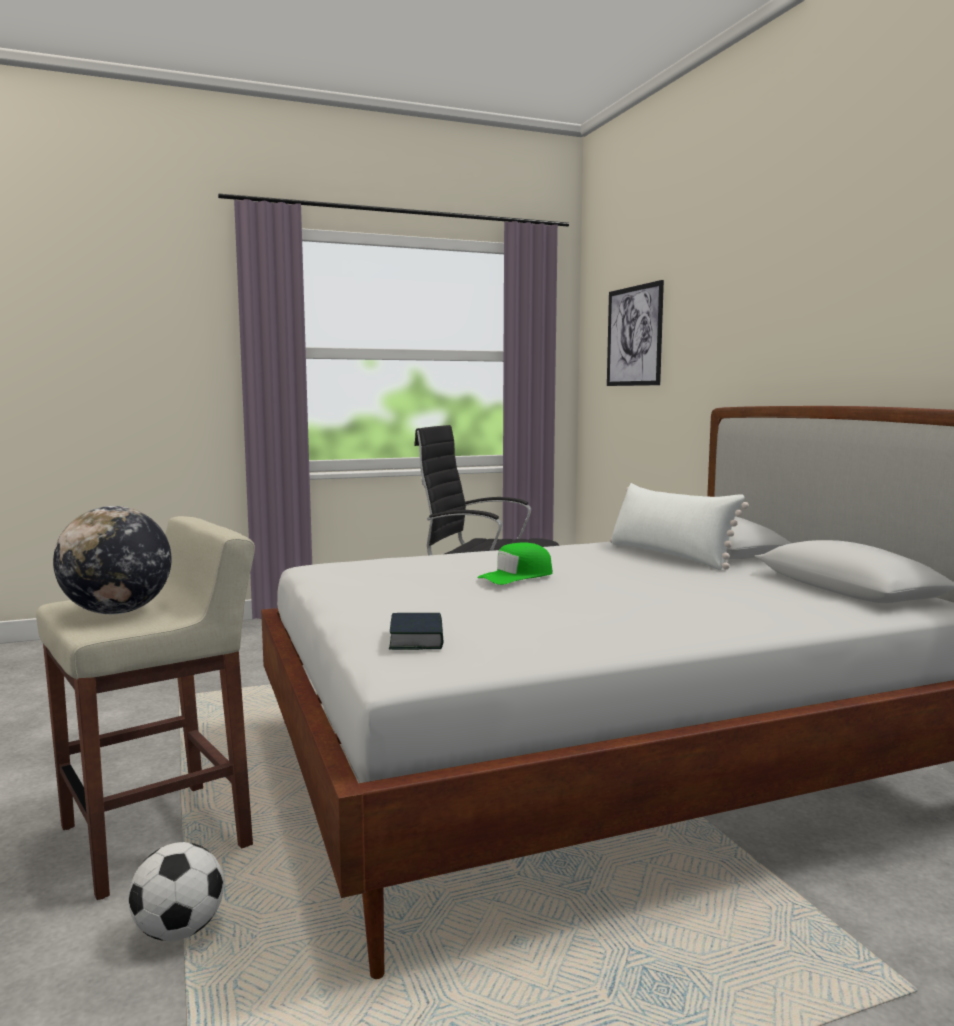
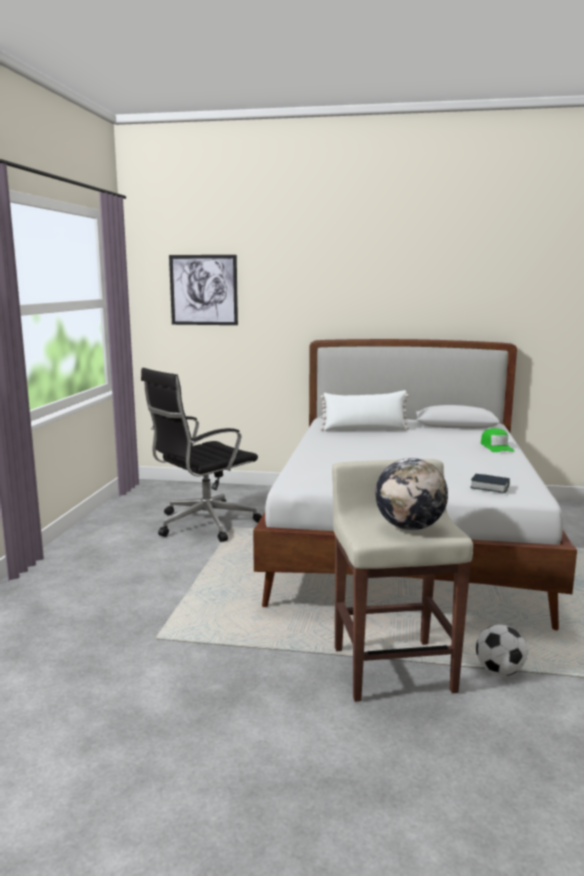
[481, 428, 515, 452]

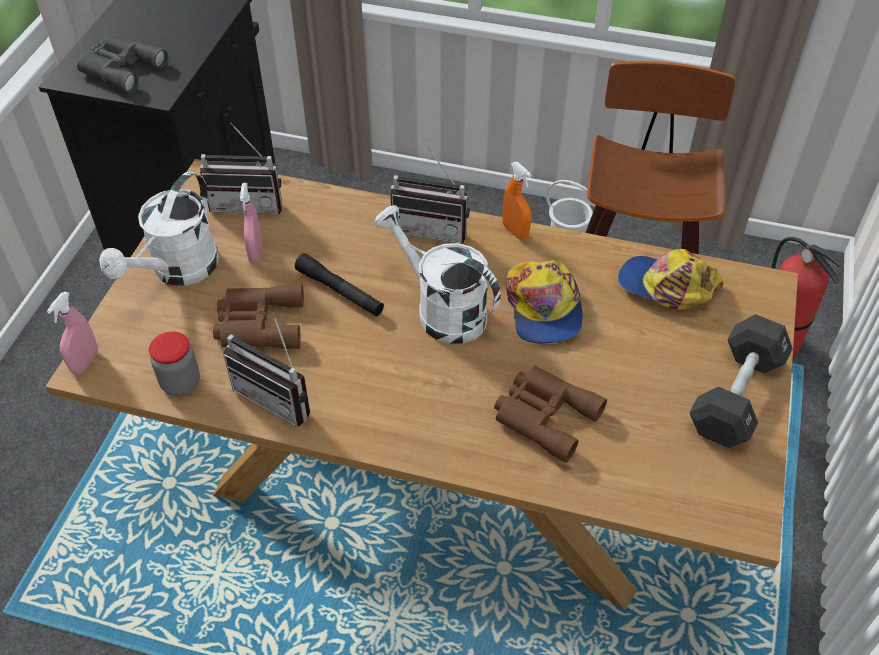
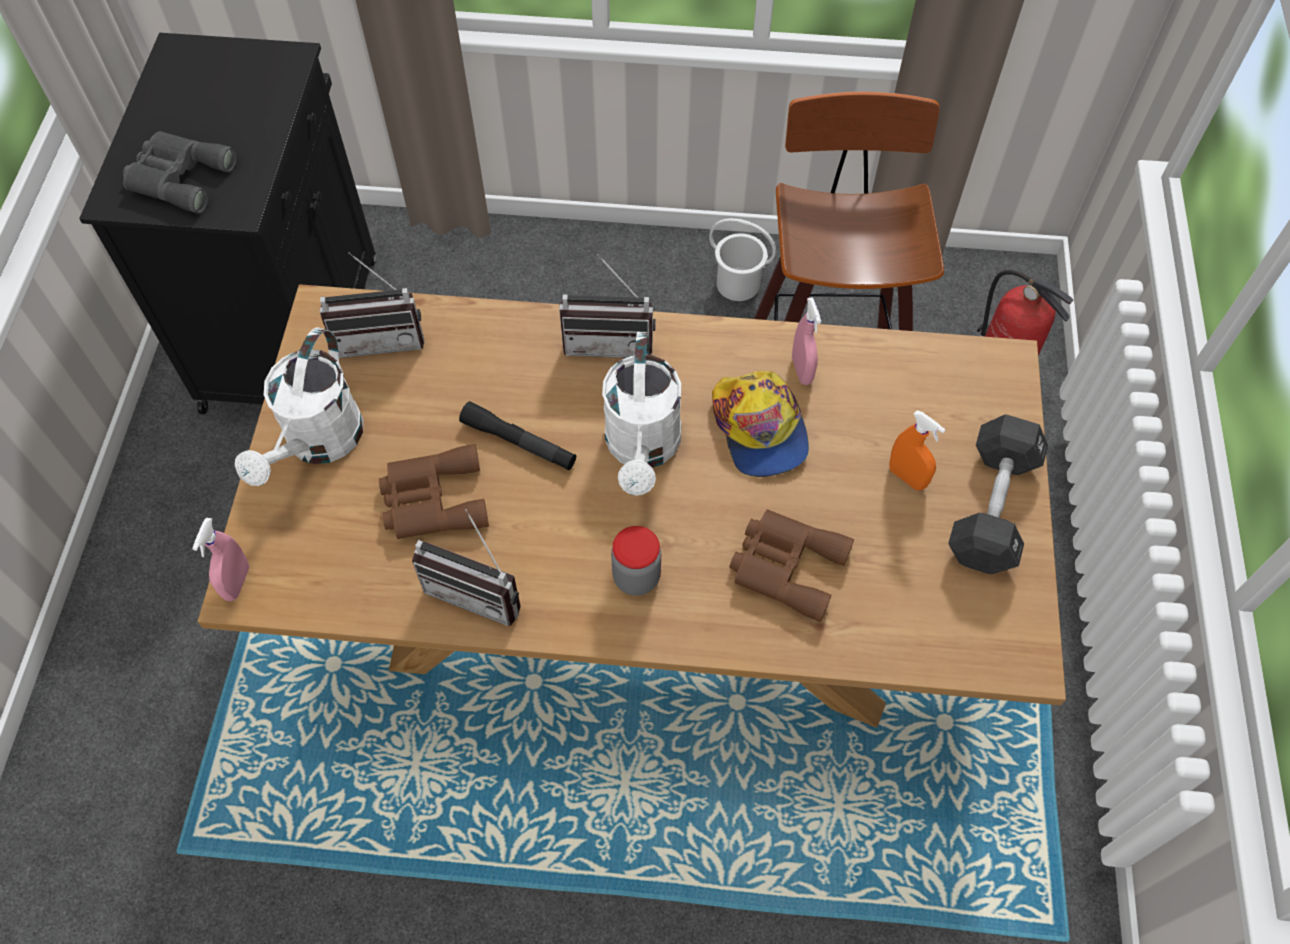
[611, 526, 661, 596]
[792, 297, 821, 385]
[602, 332, 681, 496]
[889, 410, 946, 490]
[618, 249, 724, 310] (first image)

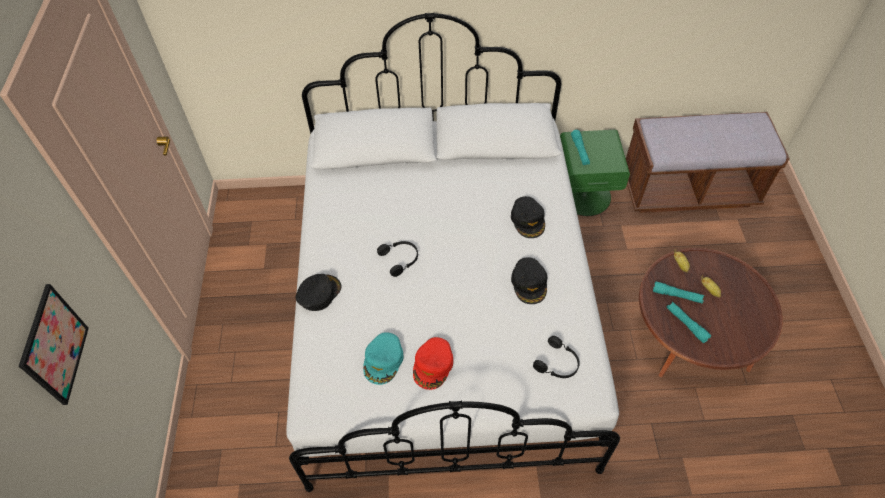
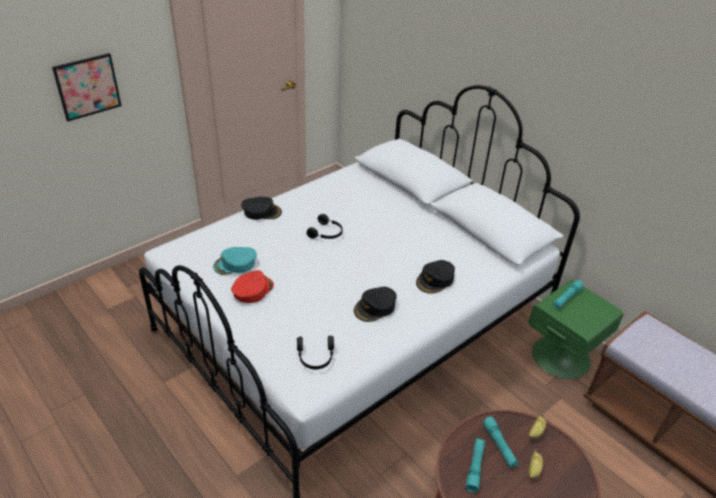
[231, 270, 274, 303]

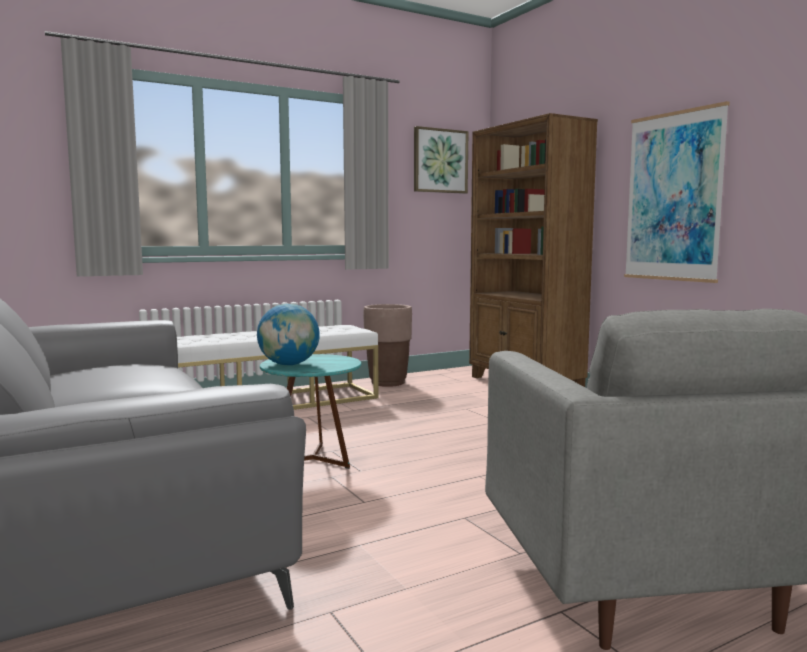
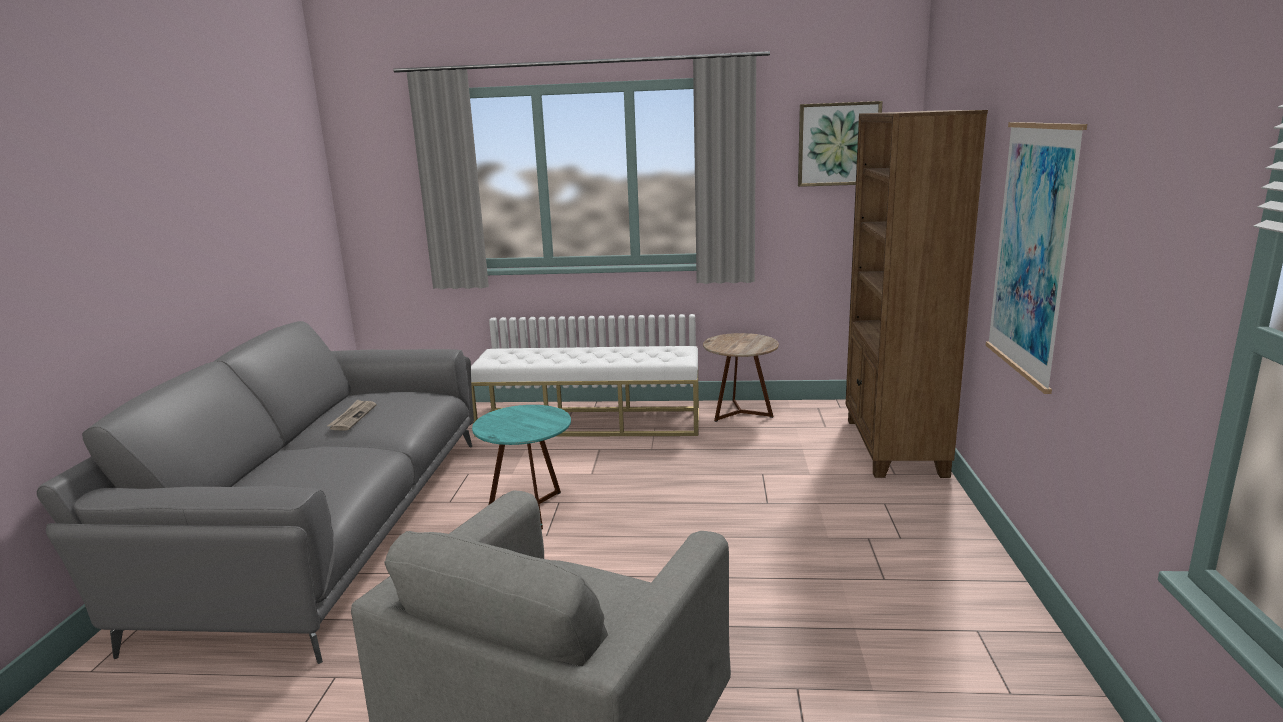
[257, 304, 320, 365] (first image)
[703, 333, 779, 422]
[328, 400, 376, 430]

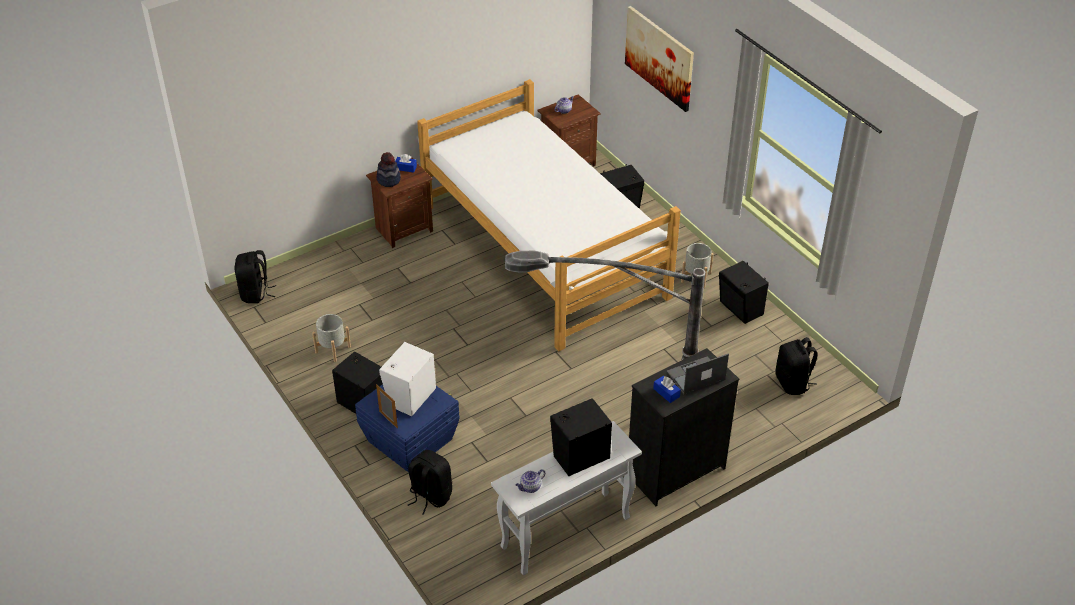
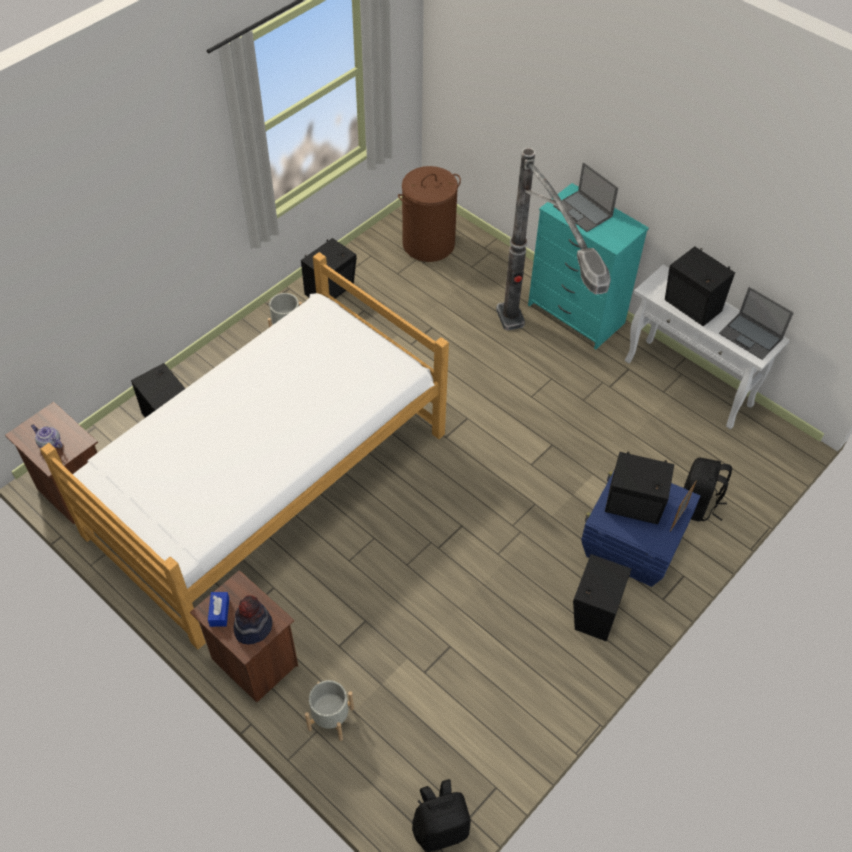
[305, 680, 354, 741]
[605, 451, 674, 525]
[719, 287, 794, 360]
[625, 6, 694, 112] (first image)
[528, 183, 649, 350]
[653, 376, 681, 403] (first image)
[398, 166, 461, 262]

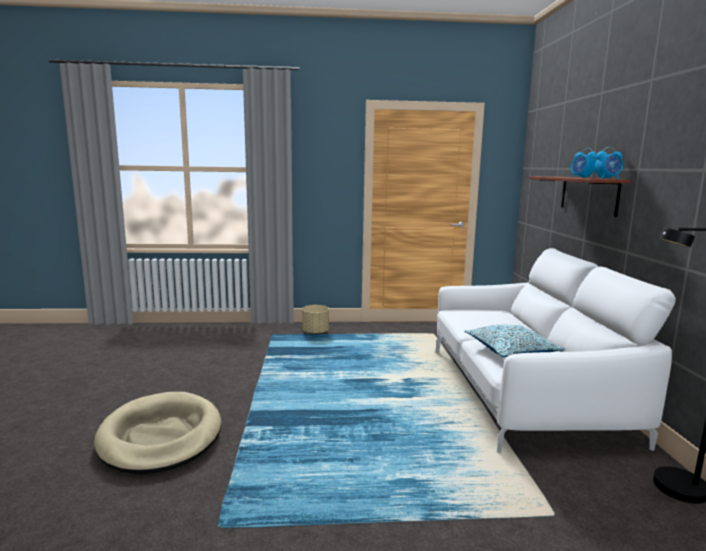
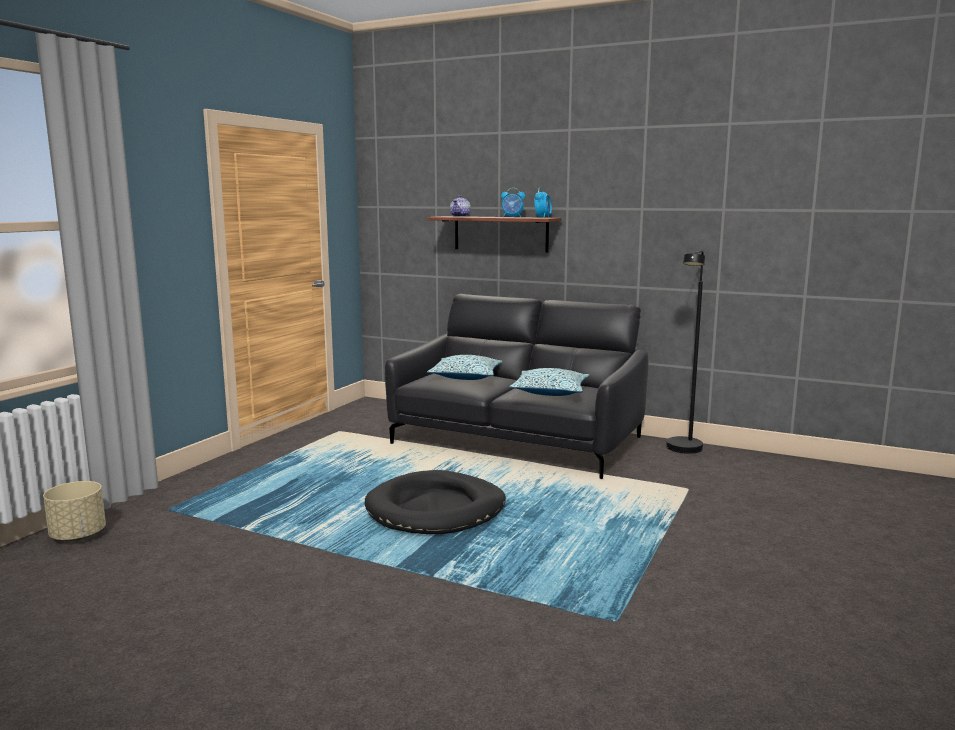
[94, 392, 221, 474] (first image)
[43, 481, 106, 541]
[385, 294, 649, 479]
[365, 470, 506, 534]
[427, 355, 502, 380]
[450, 195, 471, 217]

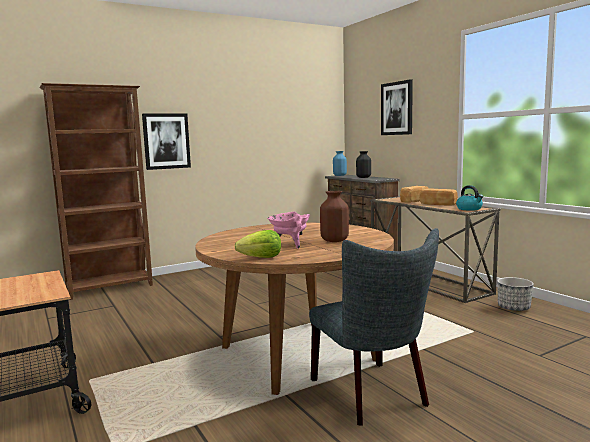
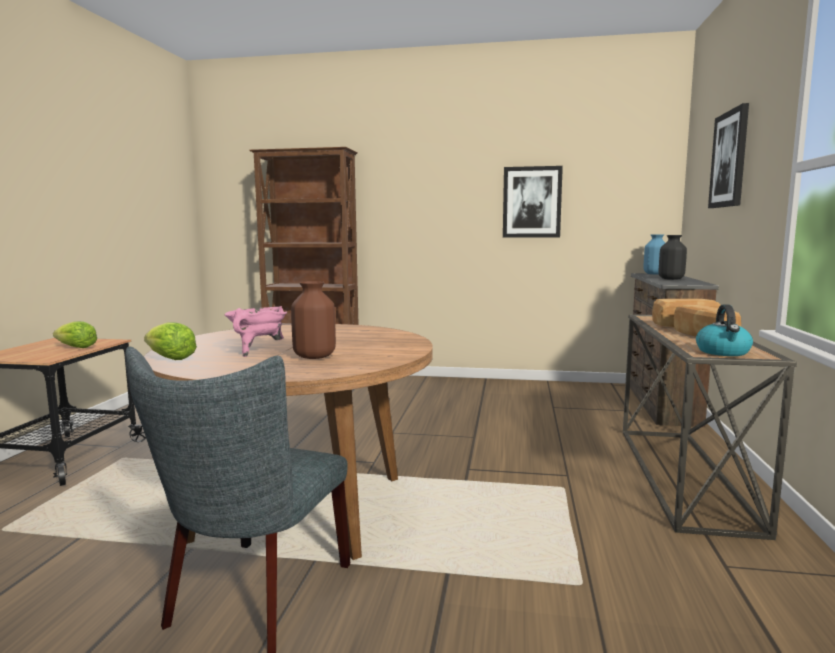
[503, 166, 563, 238]
[497, 277, 534, 312] (first image)
[53, 321, 97, 348]

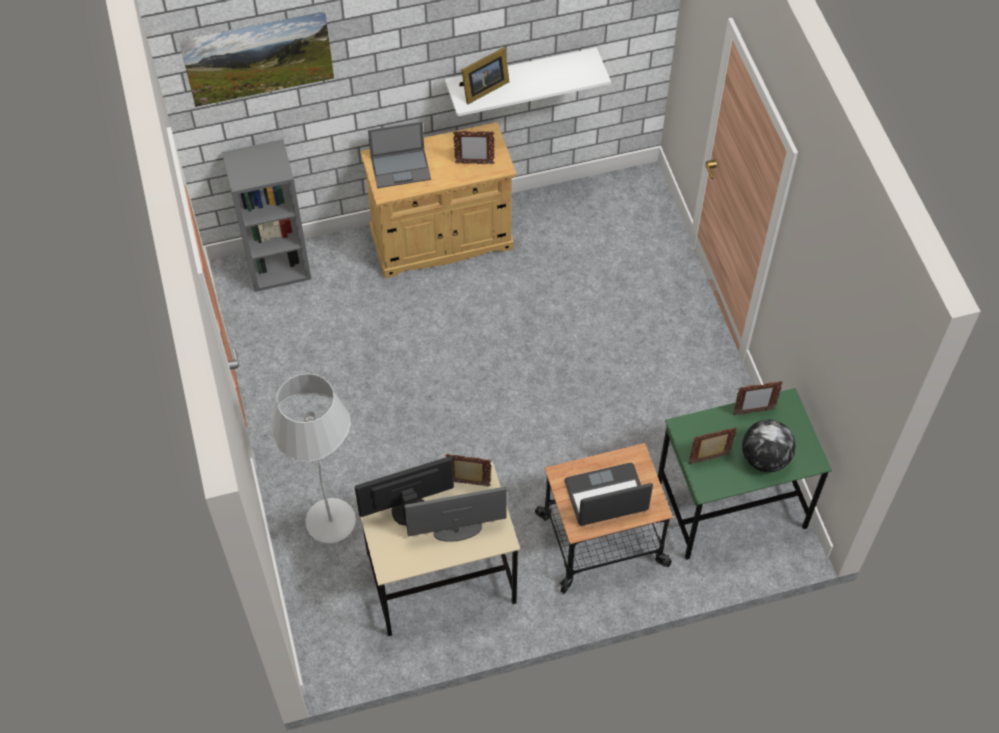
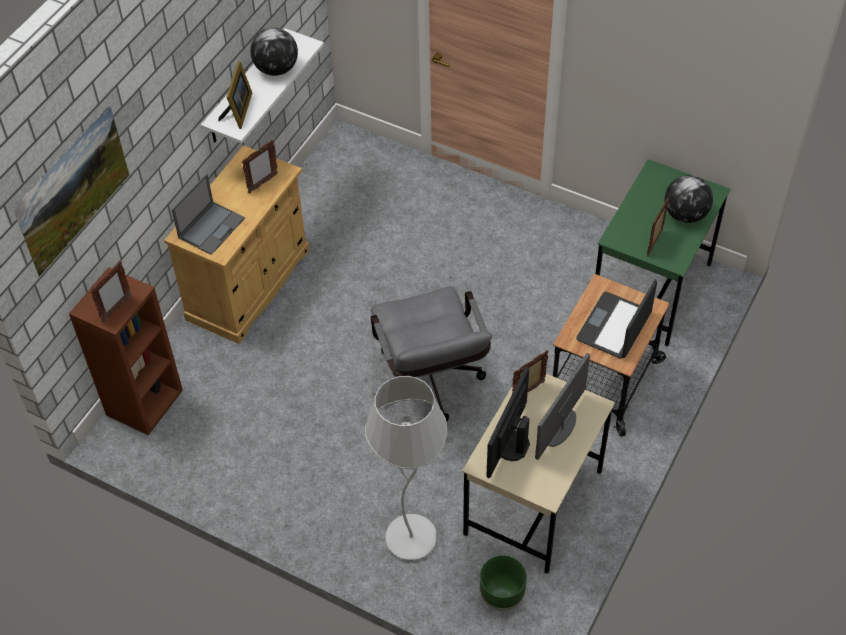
[69, 267, 183, 435]
[90, 261, 131, 323]
[250, 28, 298, 76]
[371, 286, 492, 422]
[480, 555, 527, 612]

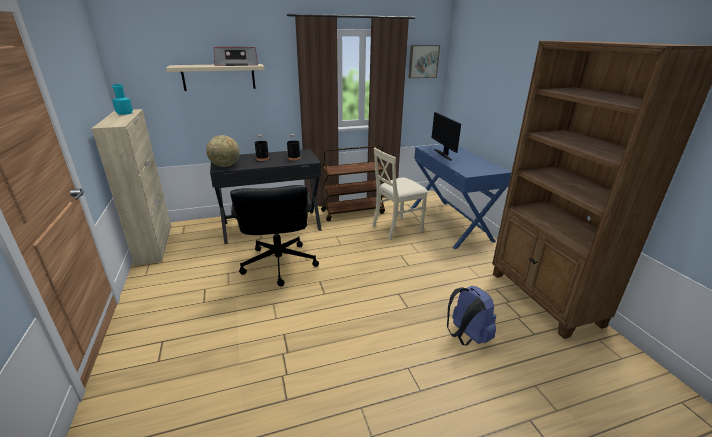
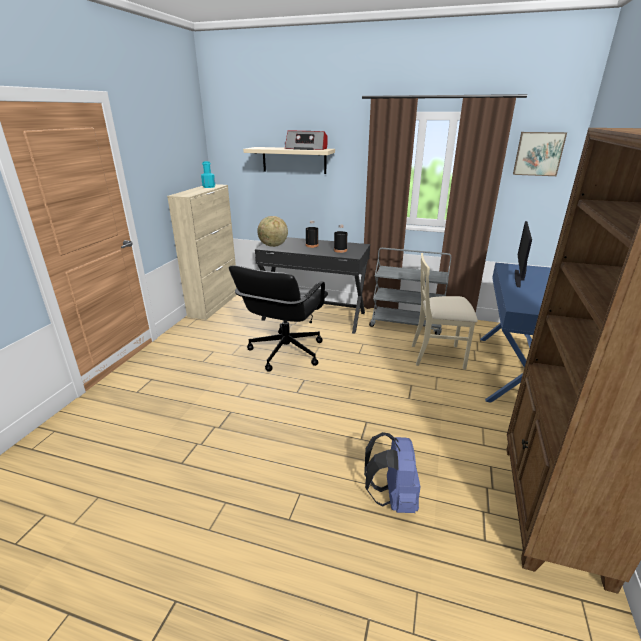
[369, 248, 451, 335]

